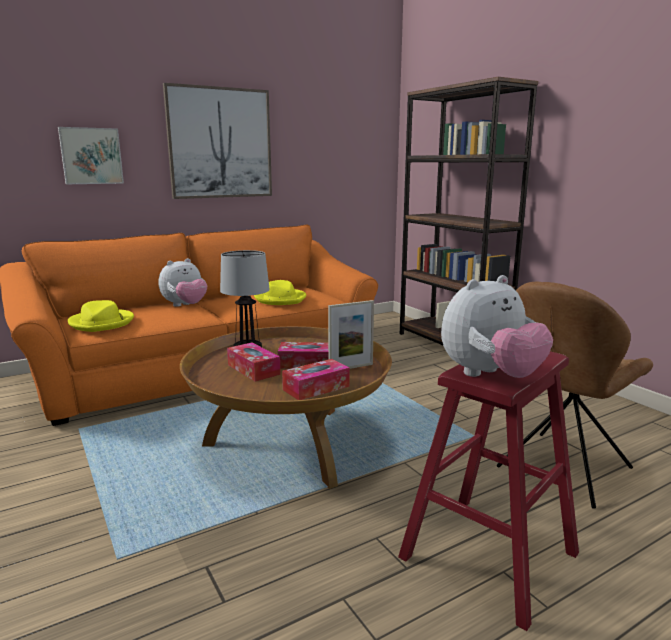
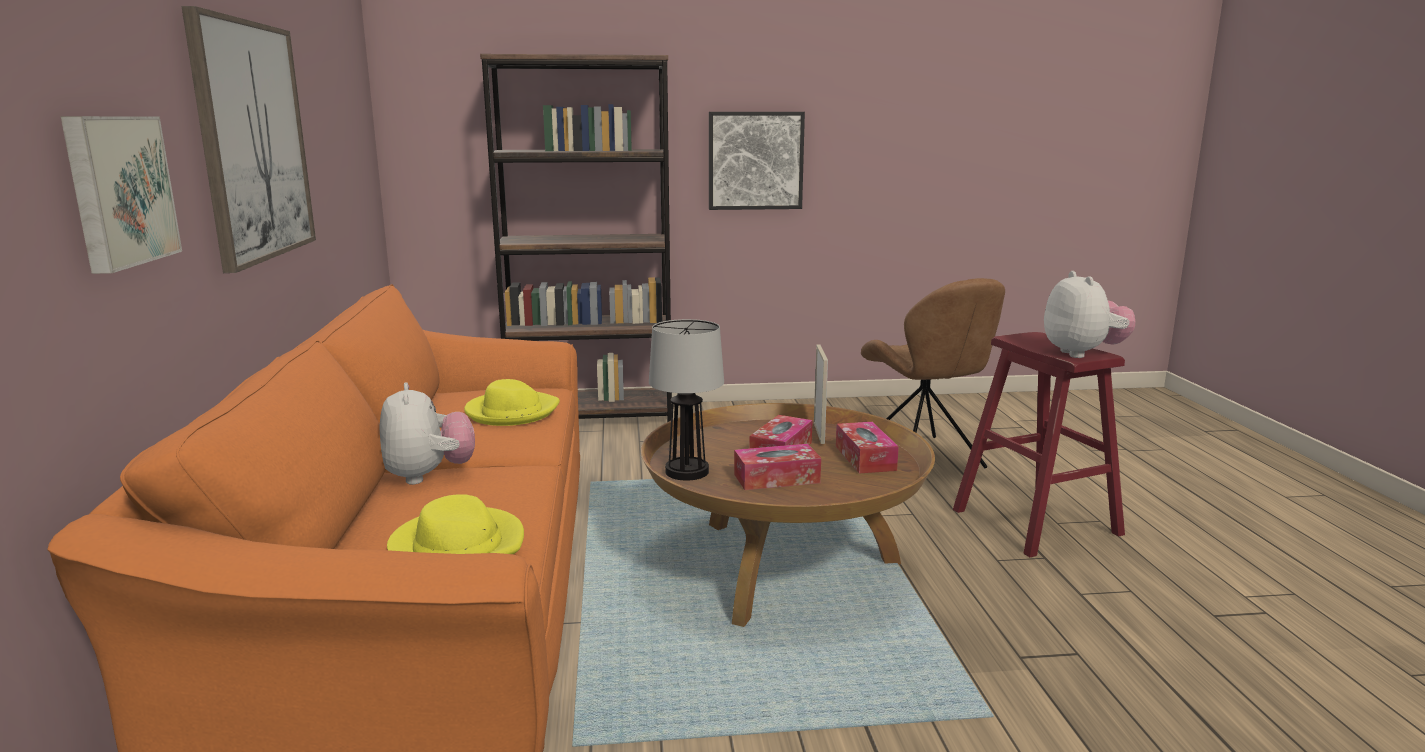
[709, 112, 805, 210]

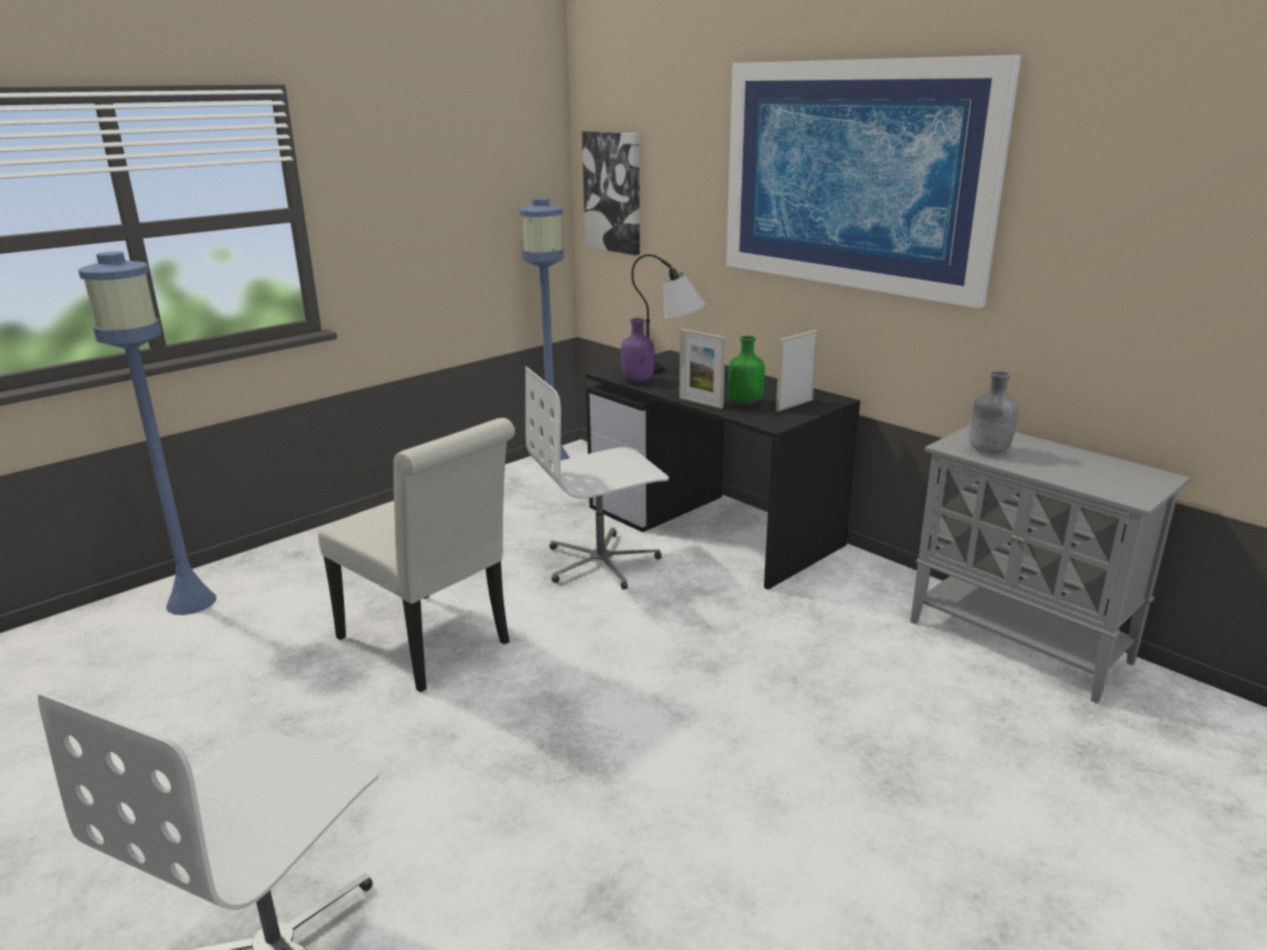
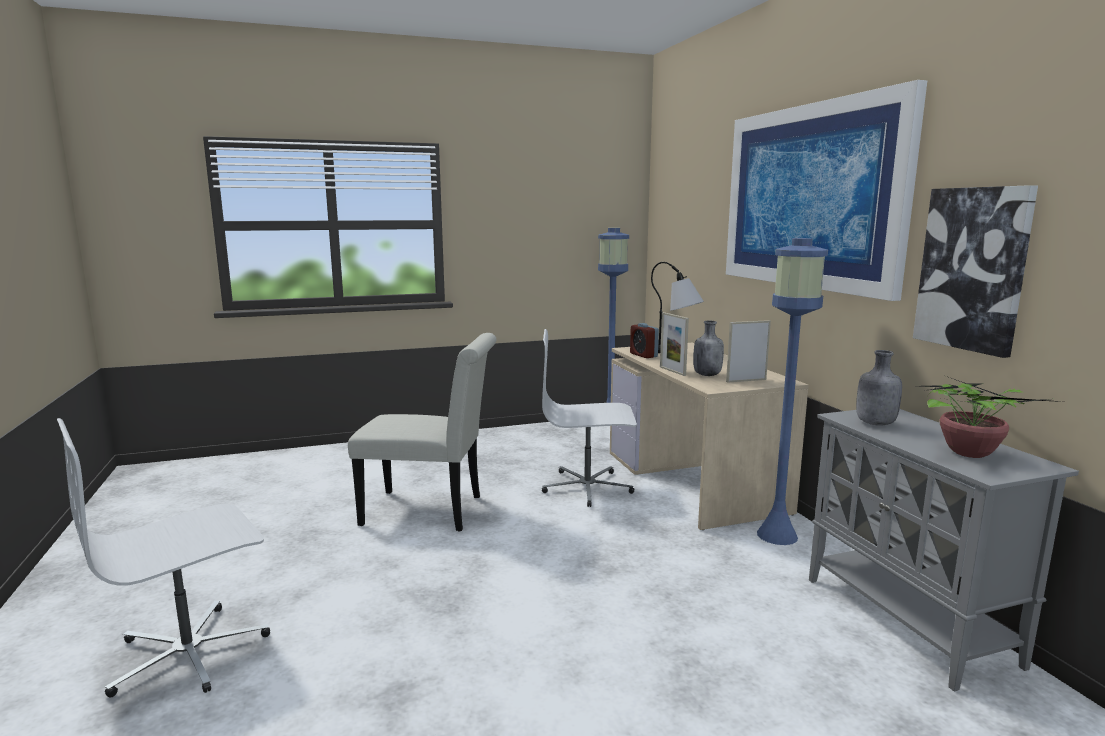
[757, 238, 828, 545]
[348, 333, 497, 532]
[913, 185, 1038, 358]
[610, 343, 809, 530]
[630, 323, 659, 358]
[693, 321, 724, 376]
[922, 376, 1063, 458]

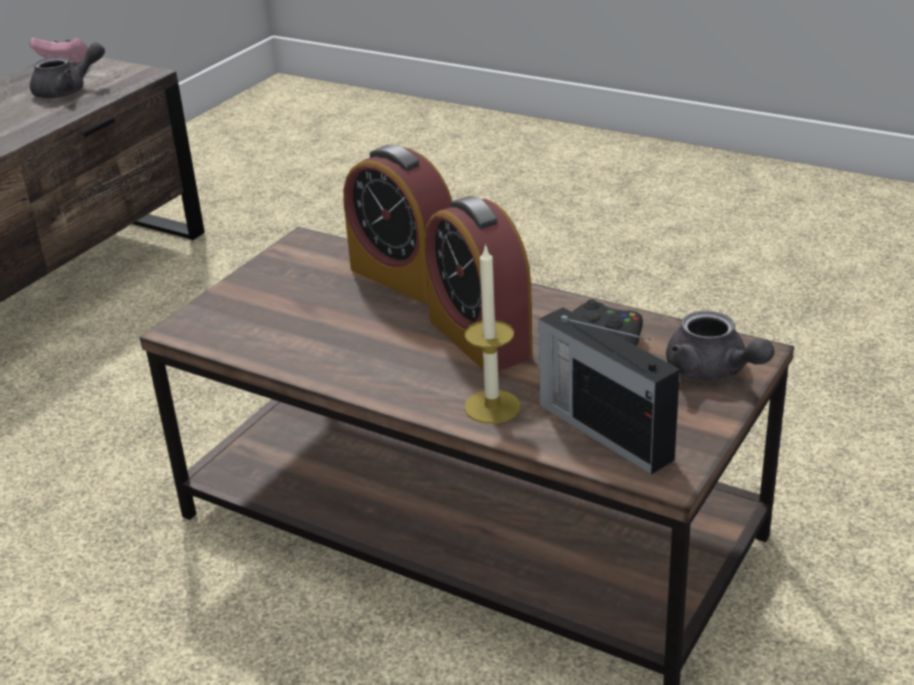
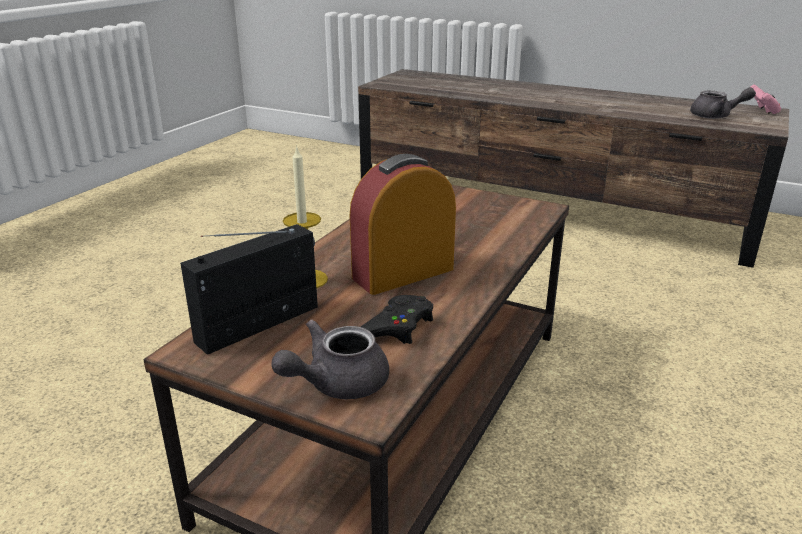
[690, 87, 756, 119]
[343, 145, 452, 304] (first image)

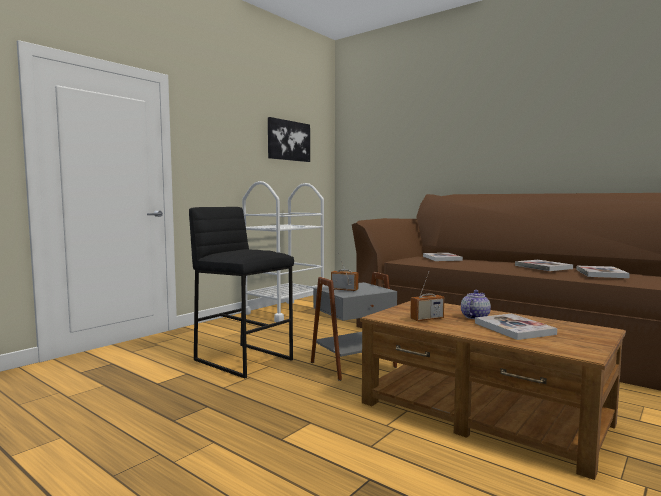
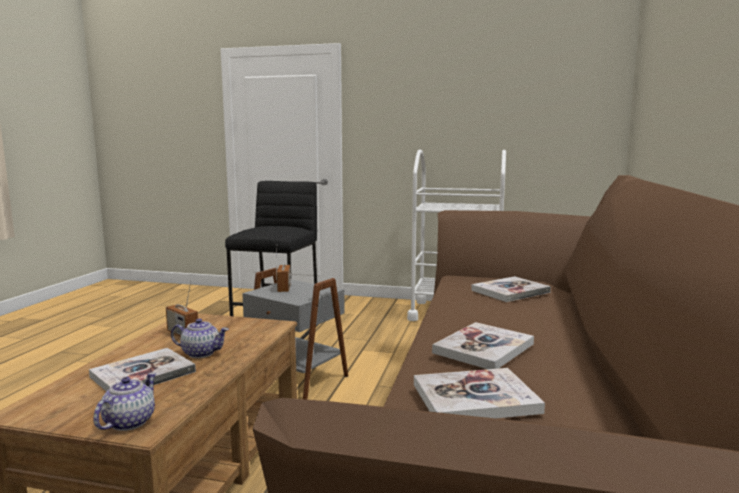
[268, 117, 310, 162] (first image)
[93, 373, 156, 431]

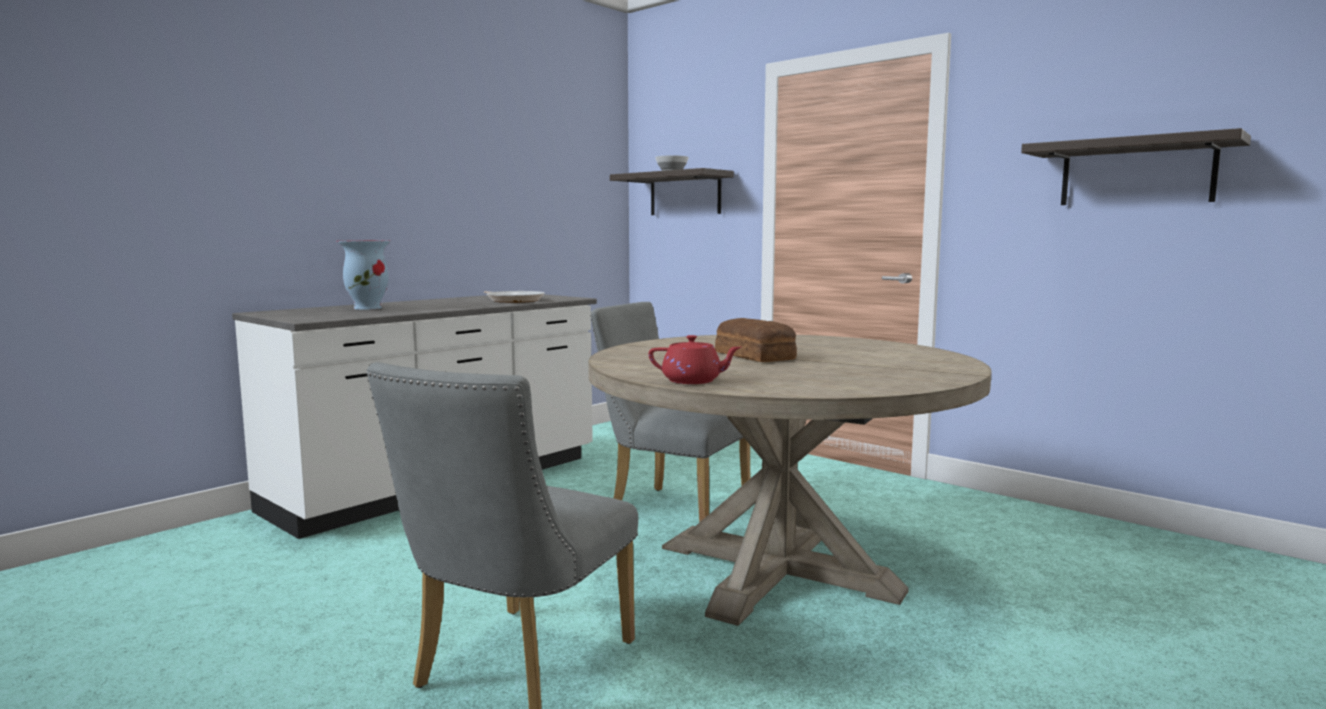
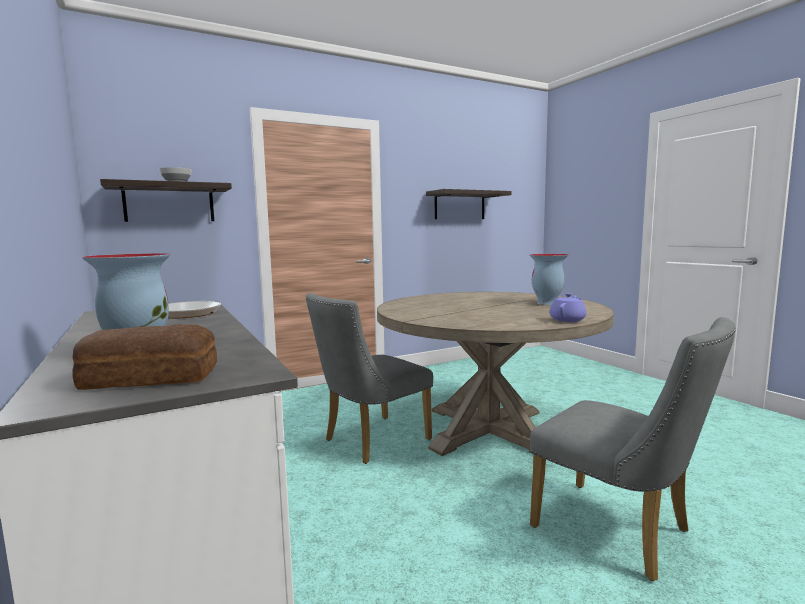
[550, 293, 586, 322]
[72, 324, 217, 390]
[530, 254, 568, 305]

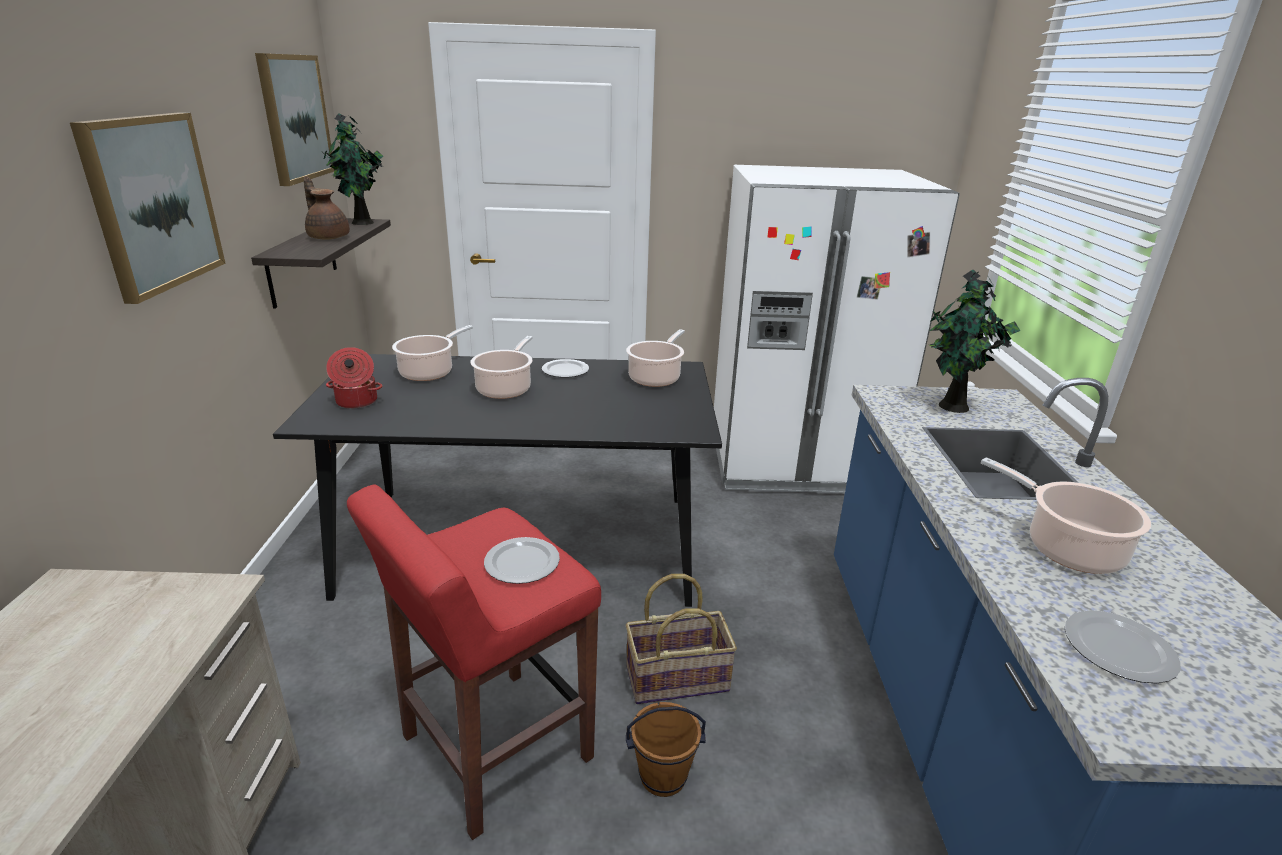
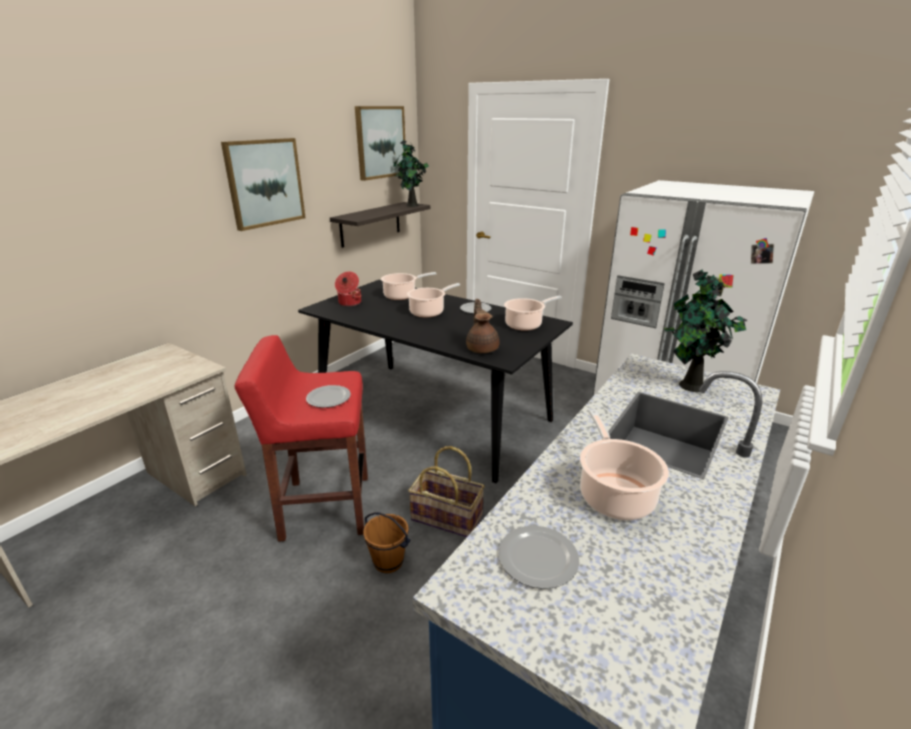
[466, 299, 499, 353]

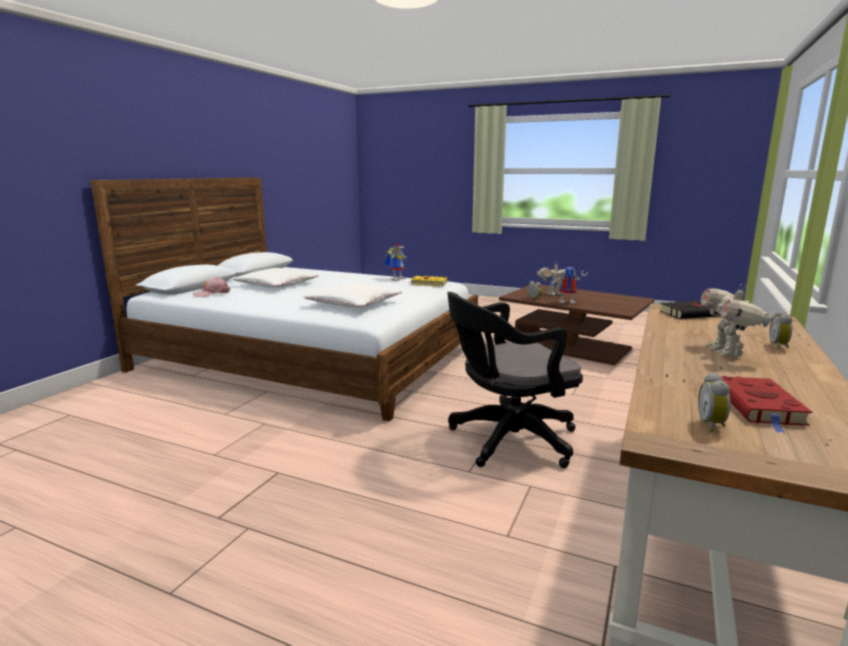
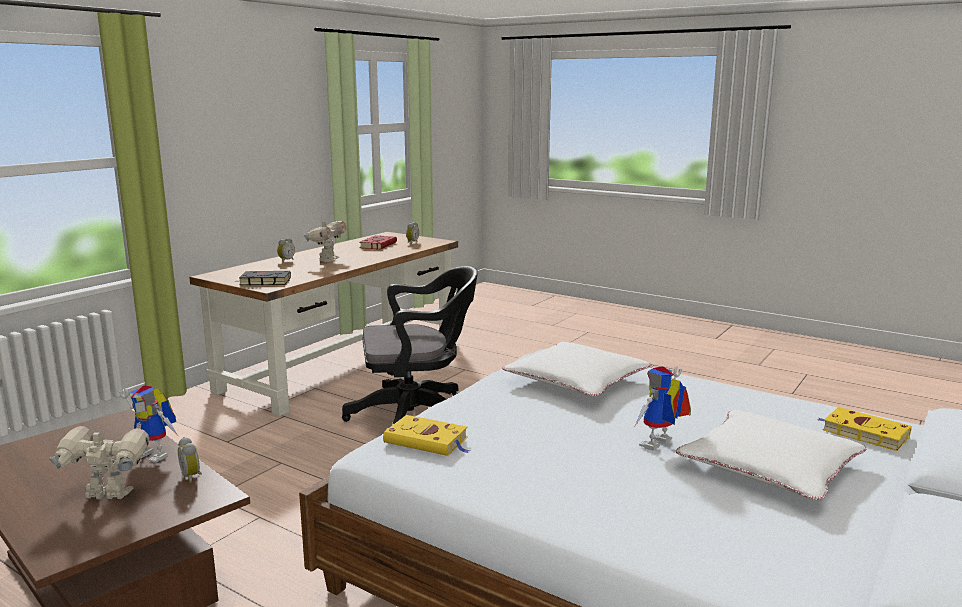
[817, 407, 912, 451]
[635, 366, 691, 451]

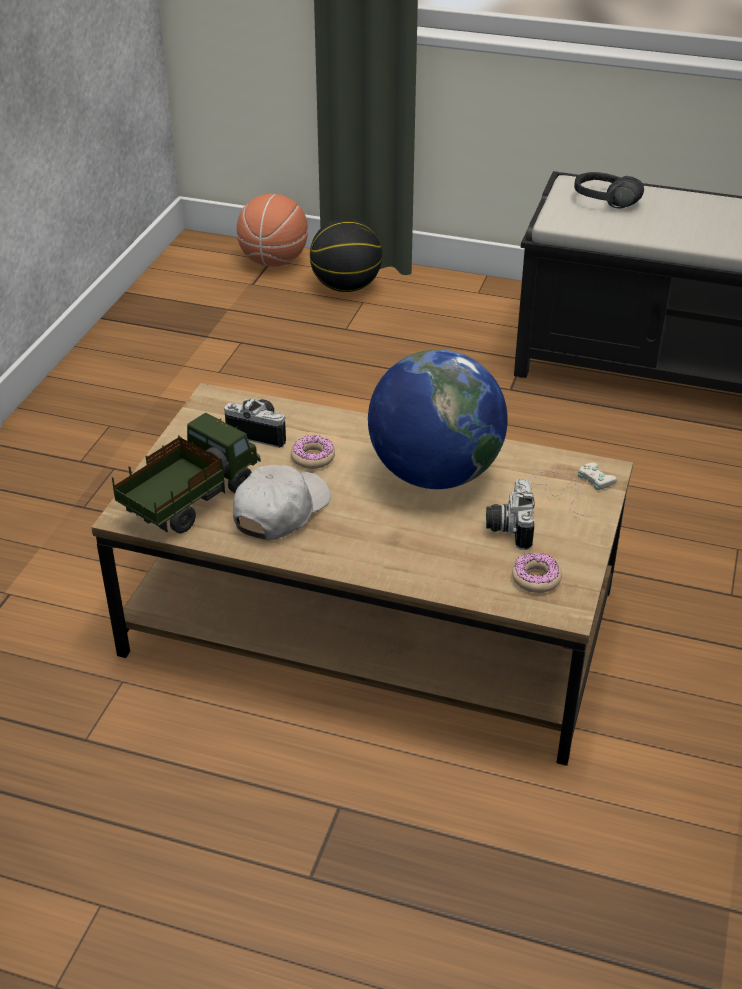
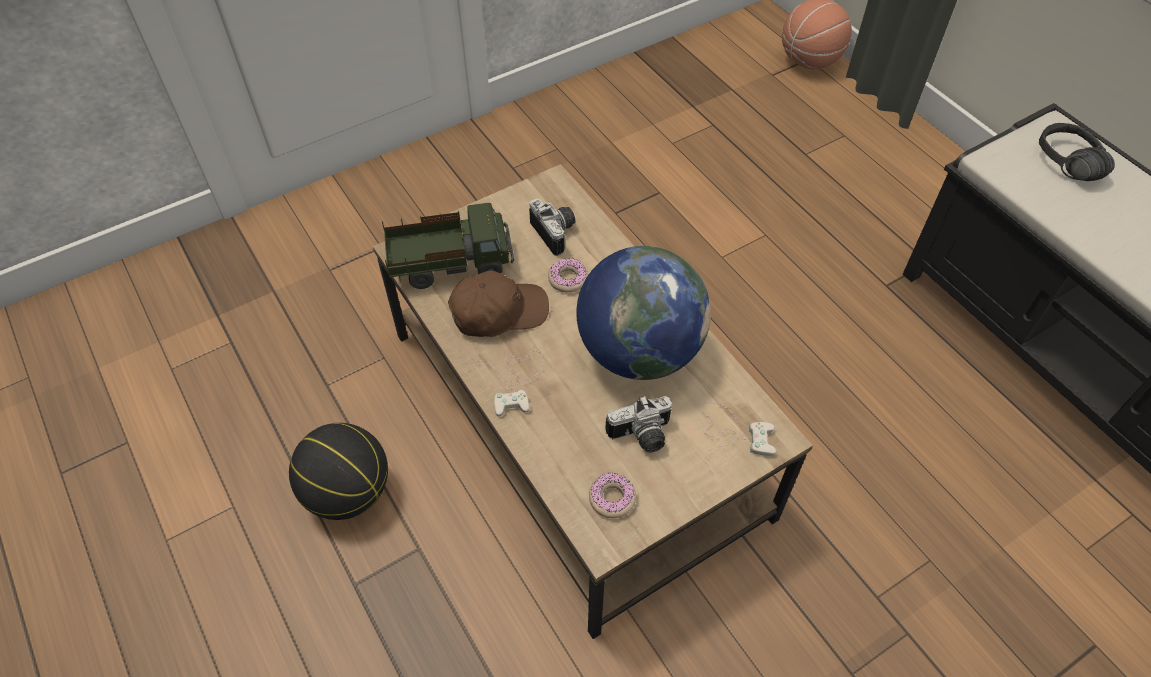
[448, 270, 549, 337]
[289, 423, 388, 520]
[605, 396, 672, 453]
[466, 351, 543, 416]

